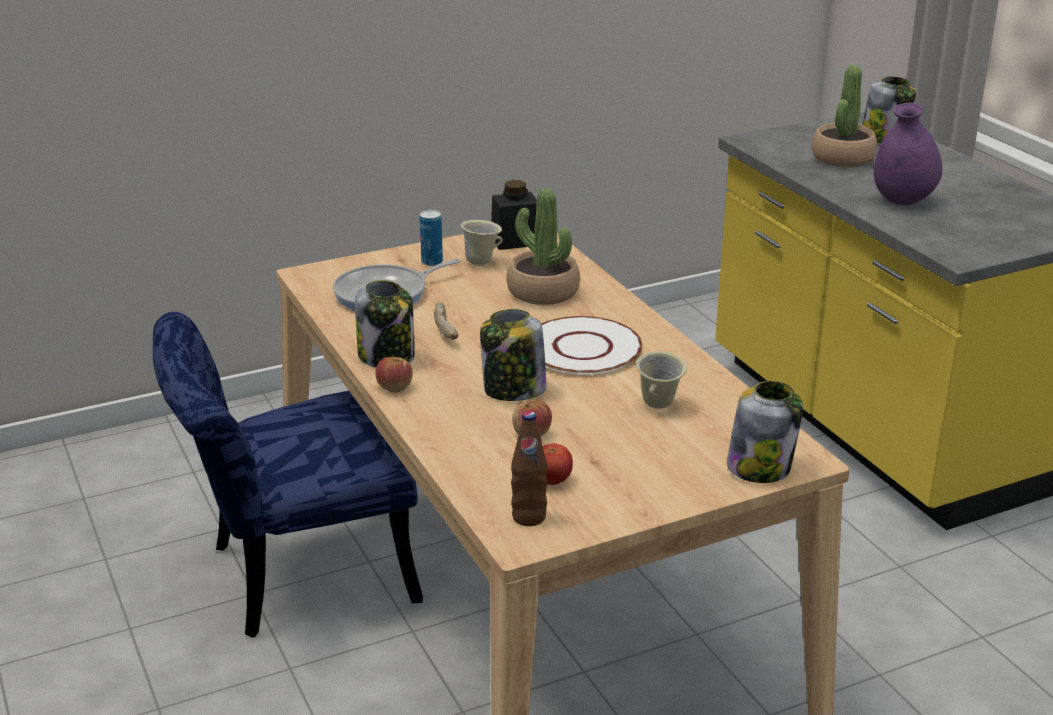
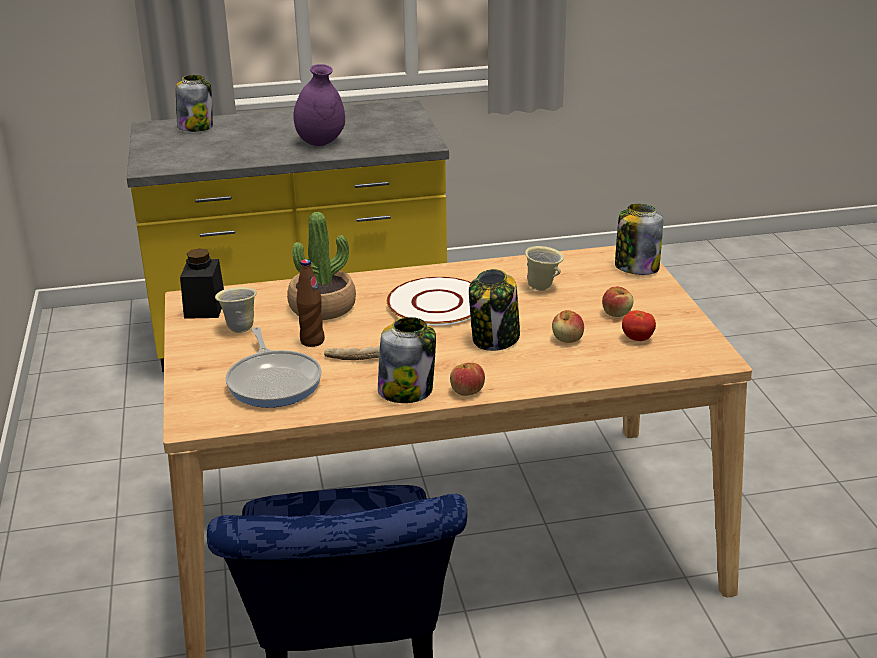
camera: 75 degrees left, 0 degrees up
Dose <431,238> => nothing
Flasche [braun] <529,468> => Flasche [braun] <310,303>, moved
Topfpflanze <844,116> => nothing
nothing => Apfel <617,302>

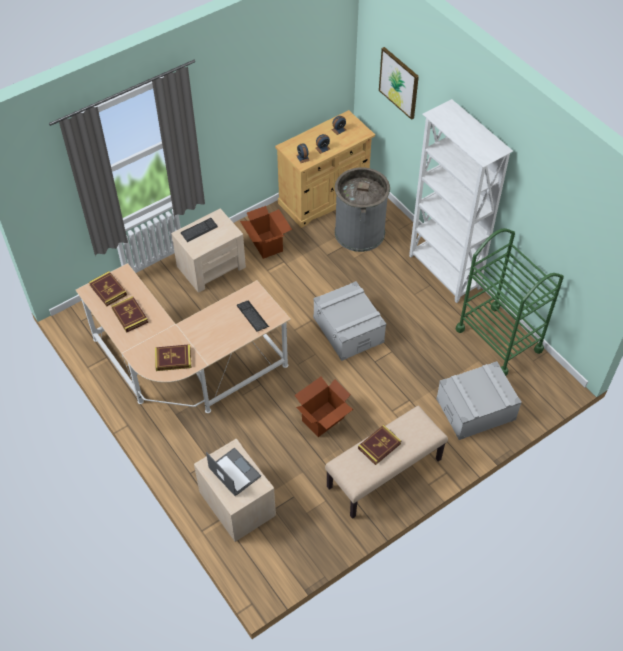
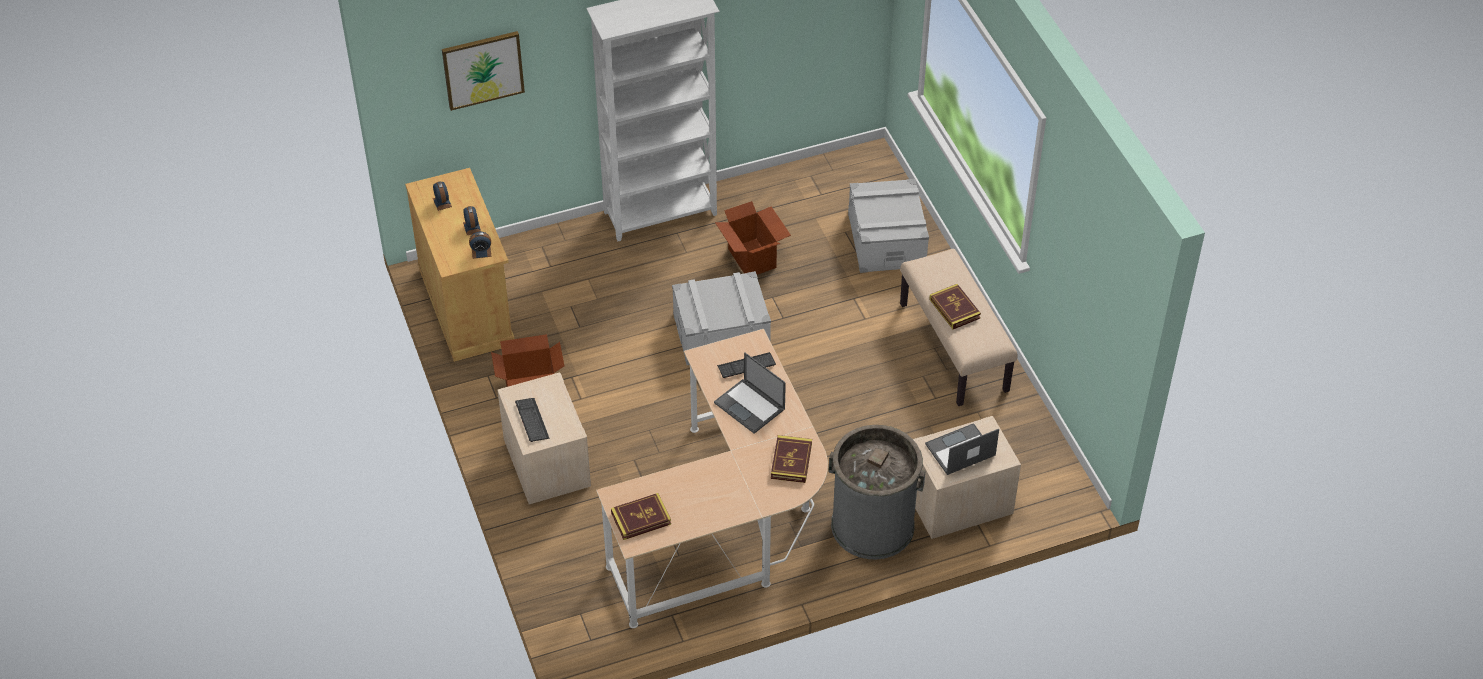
camera: 75 degrees left, 5 degrees down
Buch <129,314> => nothing
Karton <324,407> => Karton <753,238>, moved
Mülleimer [grau] <362,209> => Mülleimer [grau] <877,492>, moved
Rollwagen [grün] <510,302> => nothing
nothing => Laptop <750,393>

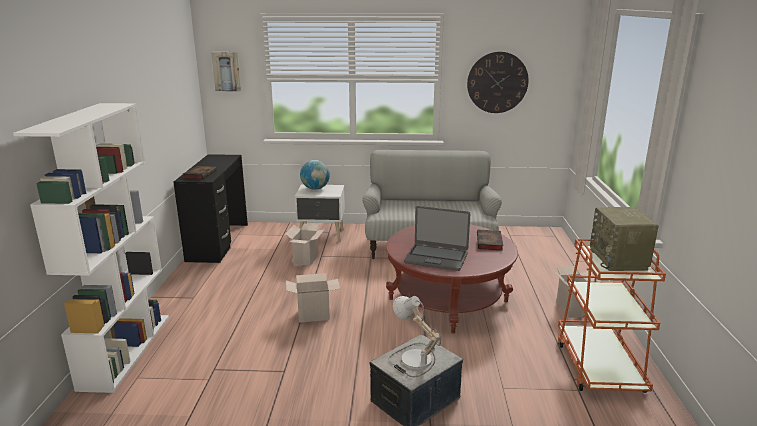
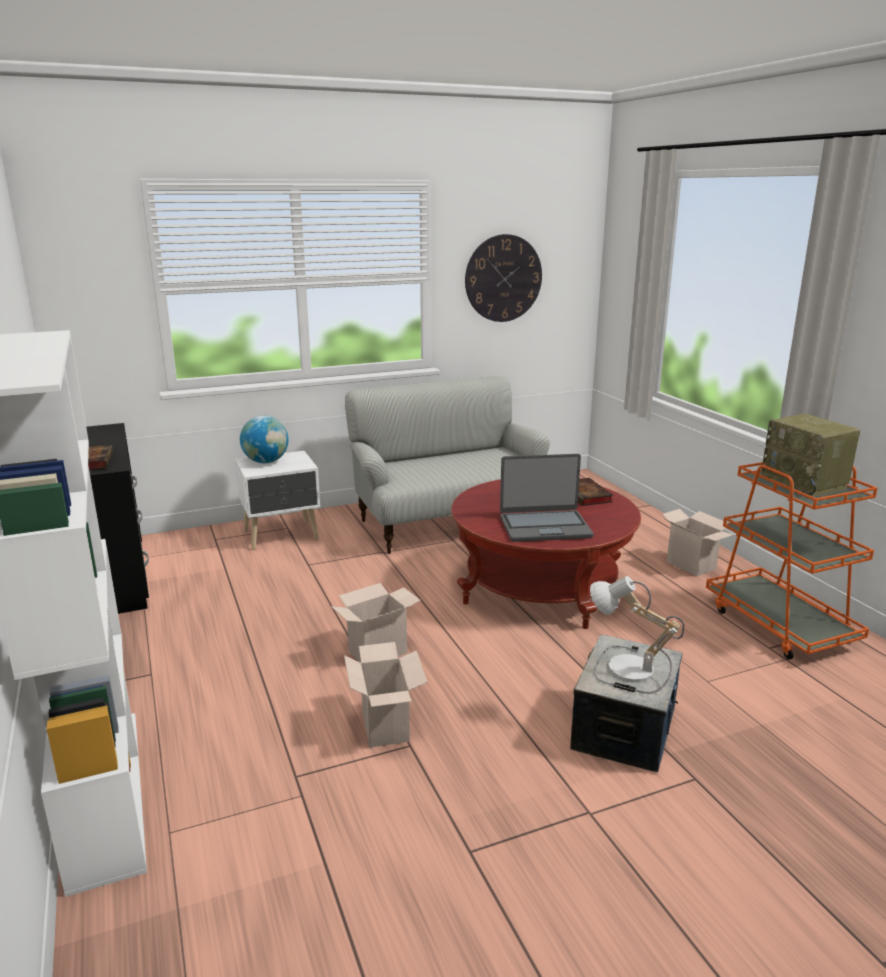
camera: 25 degrees left, 0 degrees up
Bild <226,71> => nothing
Karton <305,244> => Karton <386,694>, moved

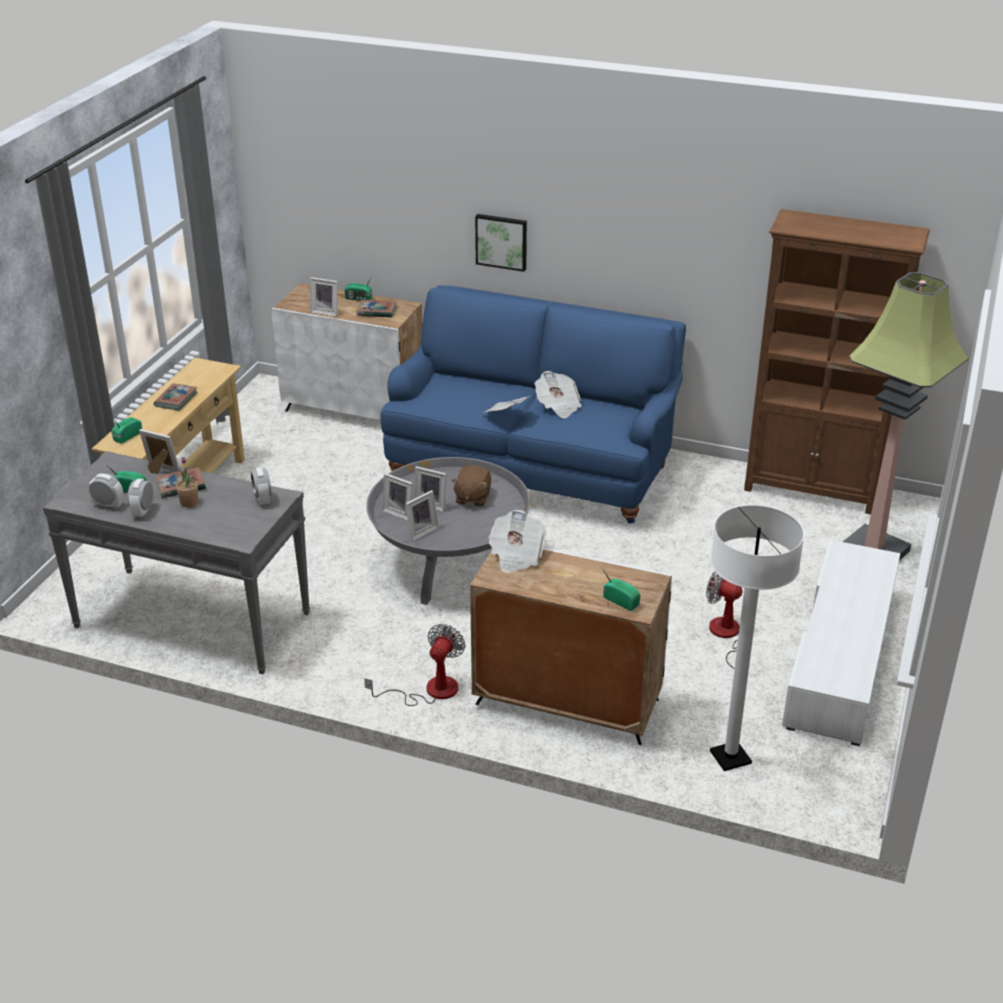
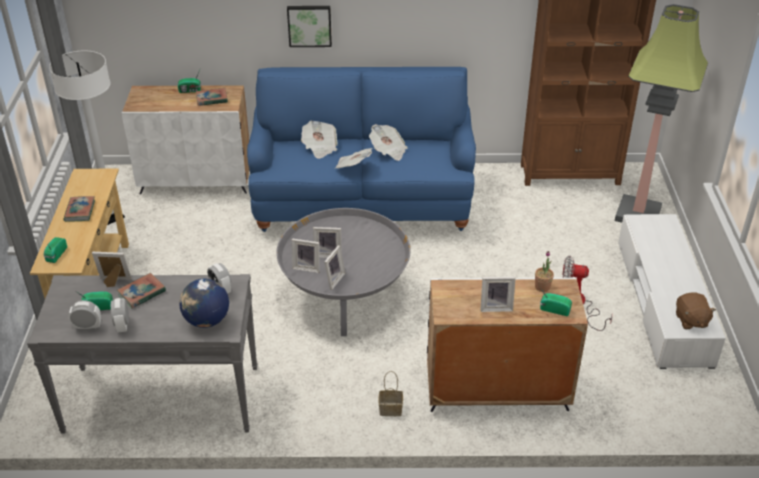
camera: 20 degrees left, 5 degrees up
Topfpflanze <187,482> => Topfpflanze <544,271>, moved
Bilderrahmen <324,297> => Bilderrahmen <498,294>, moved
Ventilator <414,665> => Korb <390,393>
Plüschtier [braun] <471,486> => Plüschtier [braun] <696,310>, moved
Zeitung <517,541> => Zeitung <319,140>, moved
Stehlampe [weiß] <757,638> => Stehlampe [weiß] <87,138>, moved
nothing => Globus <204,303>

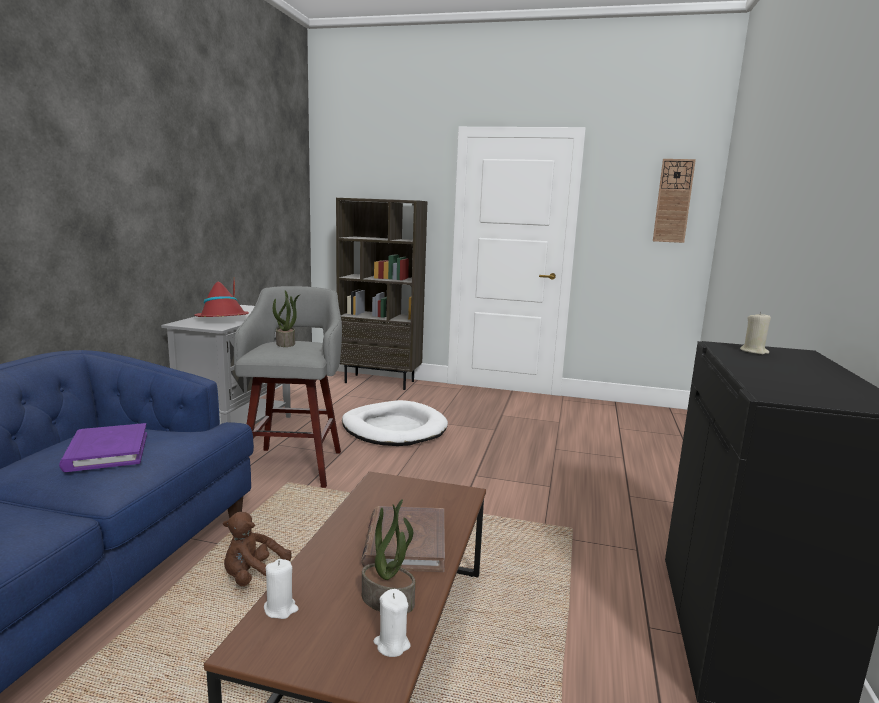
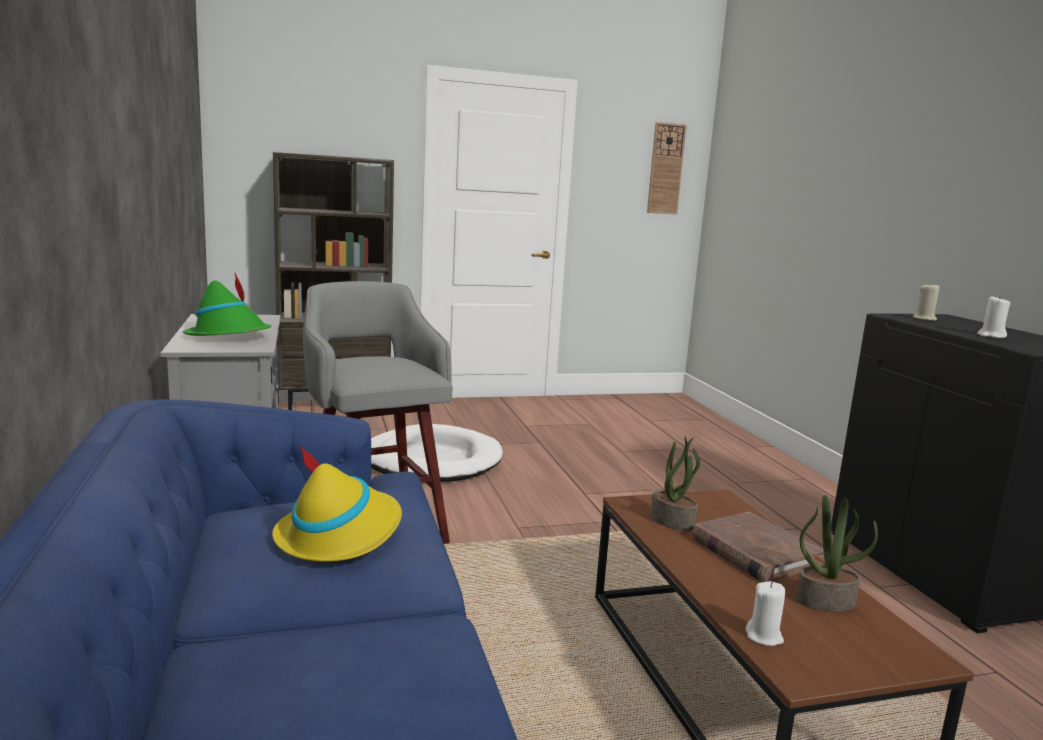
camera: 30 degrees left, 0 degrees up
Buch [lila] <103,447> => Hut [gelb] <337,503>
Hut [rot] <221,299> => Hut [grün] <227,304>
Plüschtier [braun] <257,549> => nothing
Topfpflanze <286,318> => Topfpflanze <675,483>, moved
Kerze [weiß] <391,623> => Kerze [weiß] <993,316>, moved

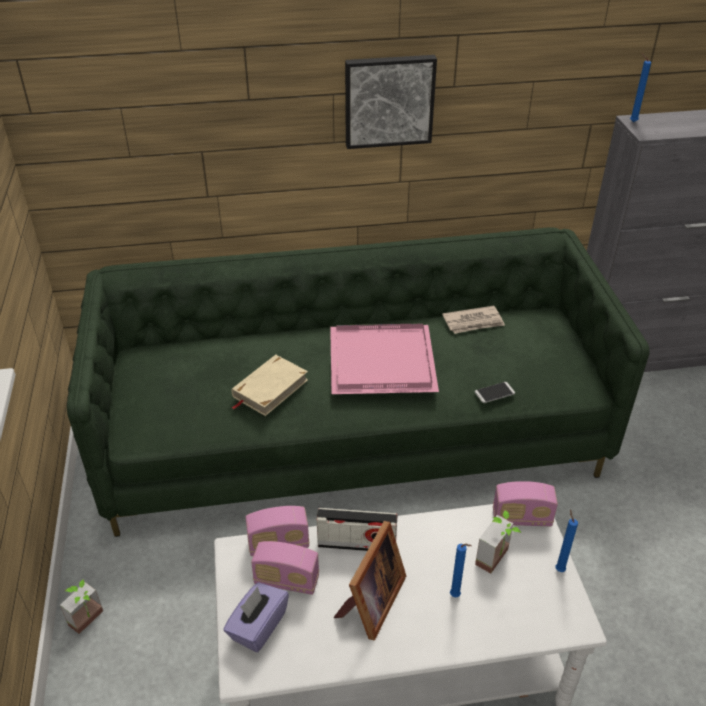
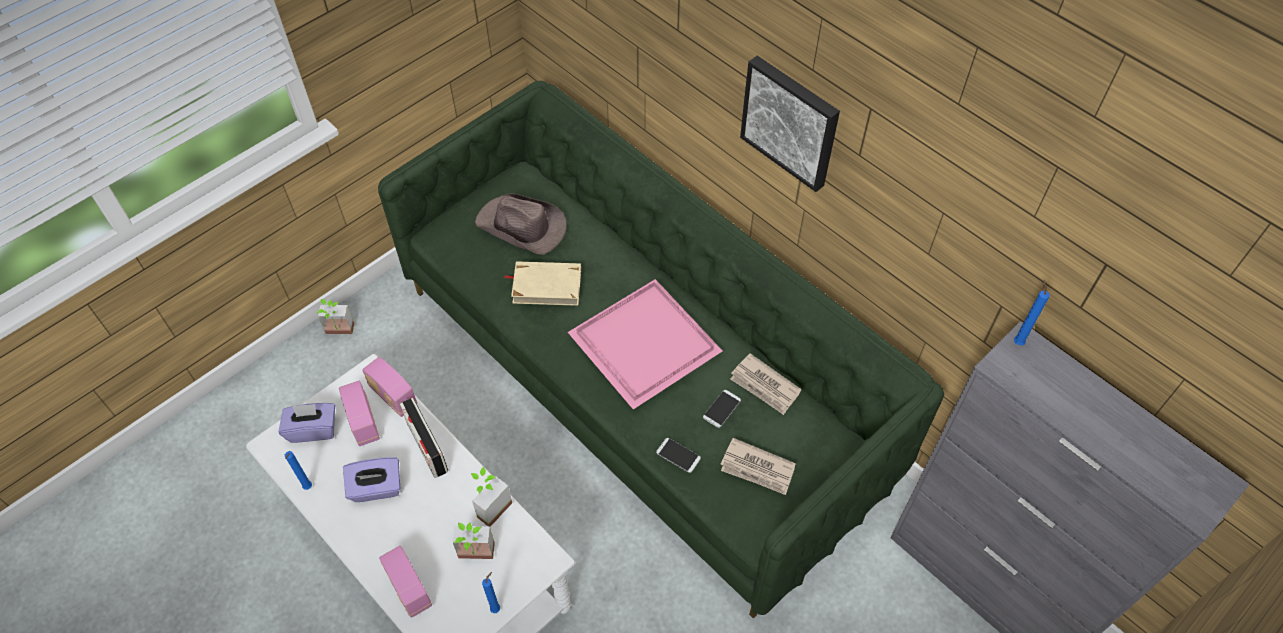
camera: 55 degrees right, 15 degrees up
Bilderrahmen <370,581> => Taschentuchbox [lila] <371,479>
Kerze [blau] <461,571> => Kerze [blau] <298,470>, moved
Radio <525,503> => Radio <405,582>, moved
nothing => Topfpflanze <491,497>
nothing => Hut [braun] <521,224>
nothing => Handy <722,409>
nothing => Zeitung <758,466>

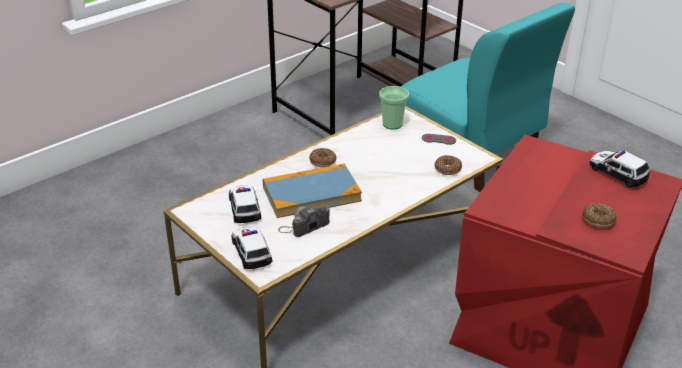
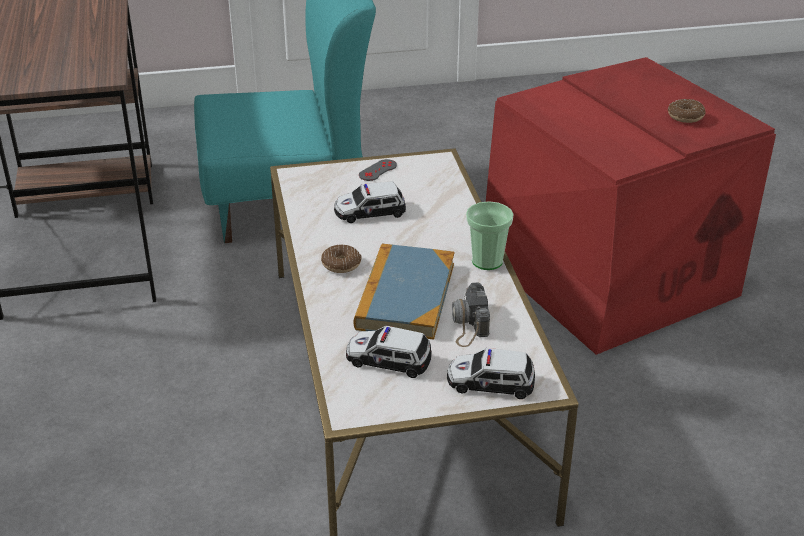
camera: 60 degrees left, 0 degrees up
Tasse <394,108> => Tasse <490,235>, moved
Donut <448,165> => nothing
Spielzeugauto <620,169> => Spielzeugauto <370,202>, moved

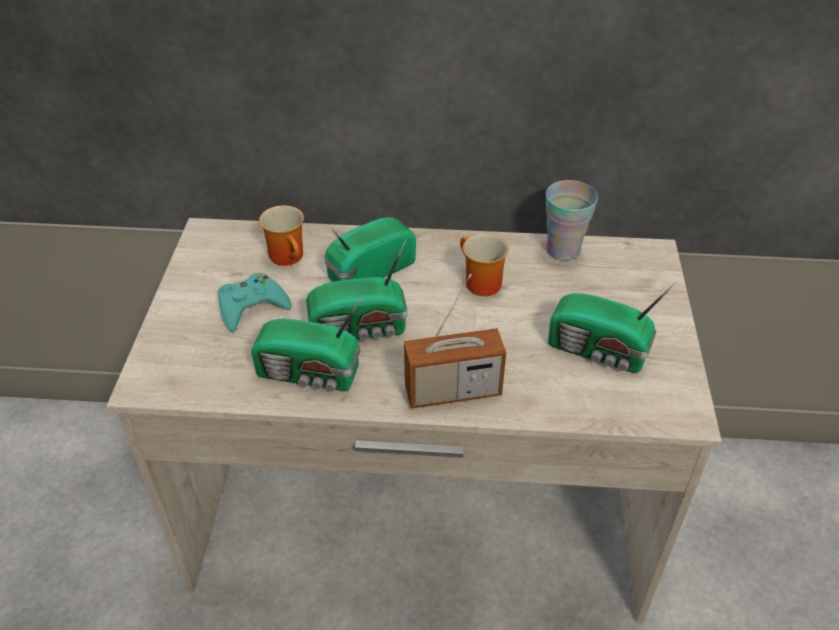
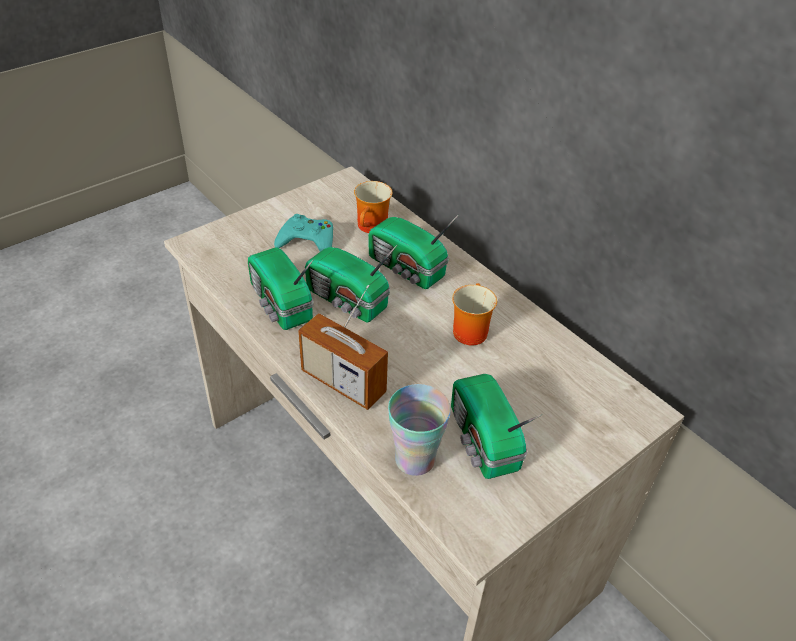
camera: 45 degrees right, 0 degrees up
Radio <370,249> => Radio <413,252>, 150 degrees counterclockwise
Tasse <572,220> => Tasse <419,430>, moved

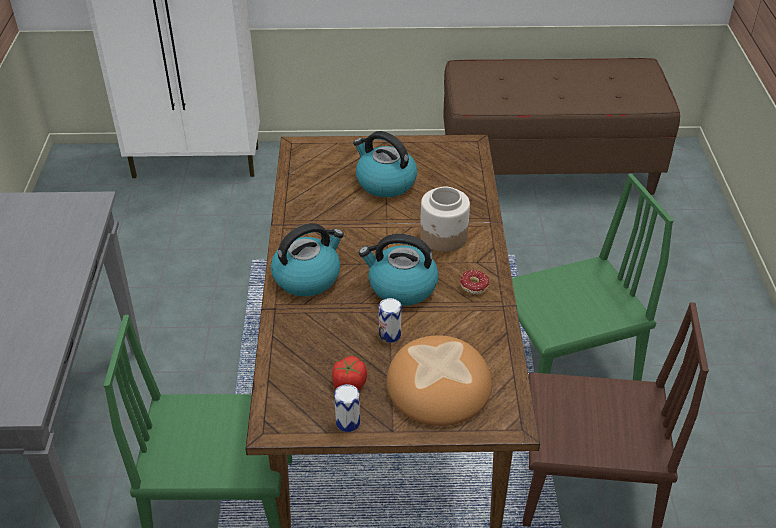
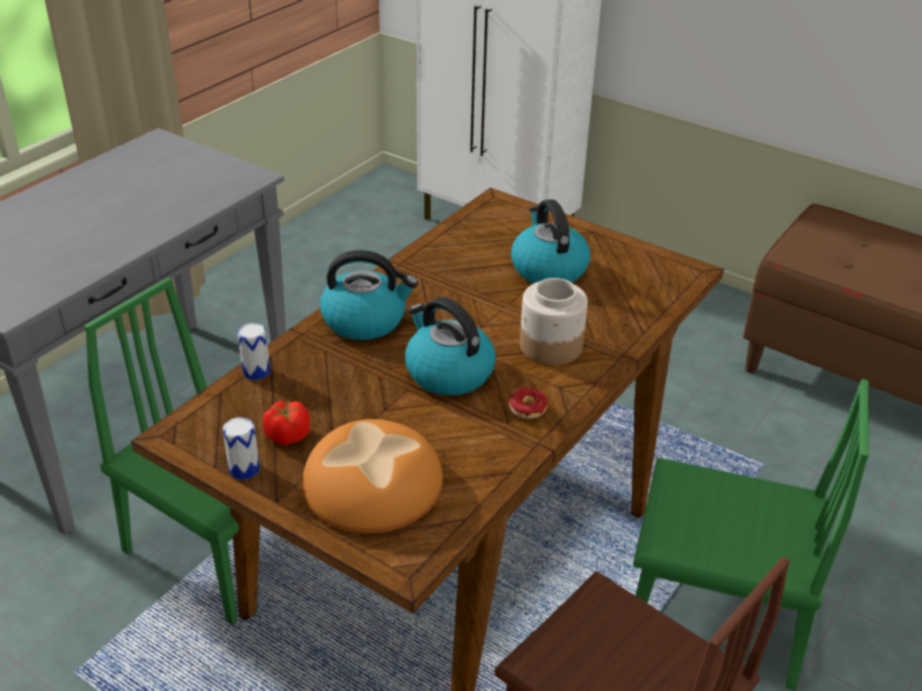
camera: 35 degrees right, 5 degrees down
Dose <390,320> => Dose <253,351>, moved

